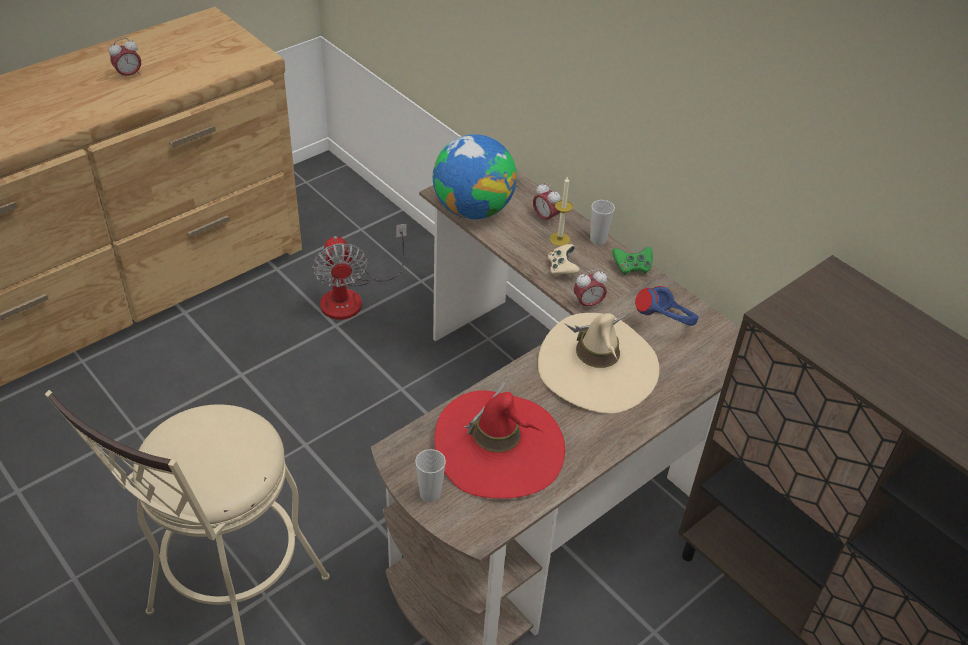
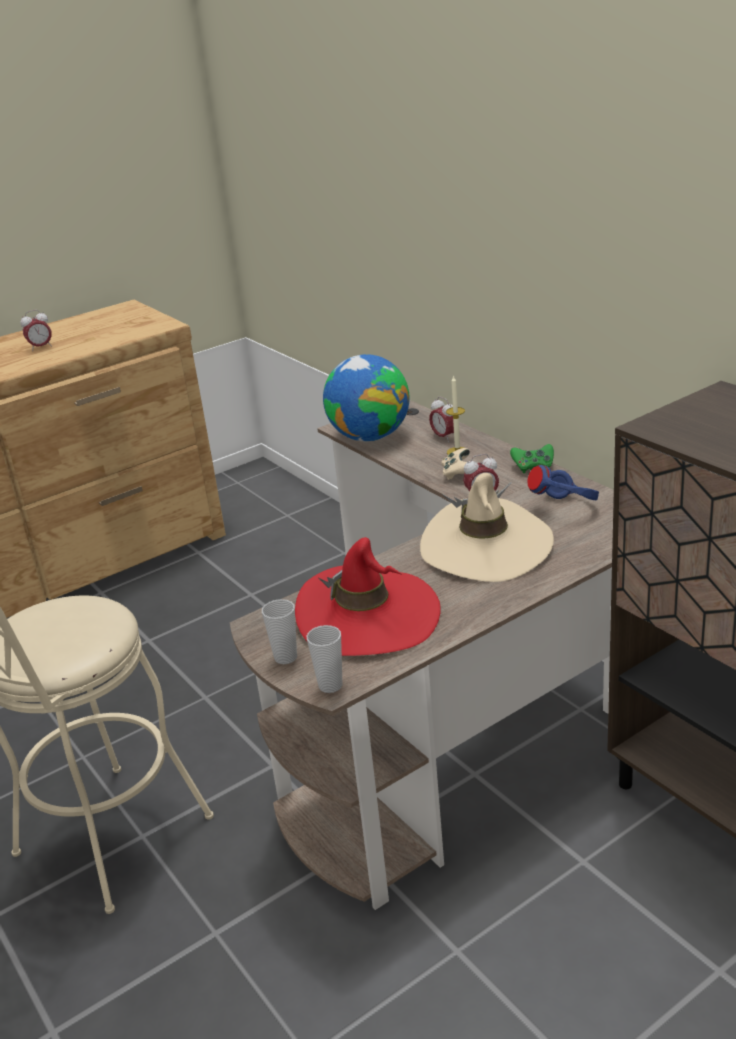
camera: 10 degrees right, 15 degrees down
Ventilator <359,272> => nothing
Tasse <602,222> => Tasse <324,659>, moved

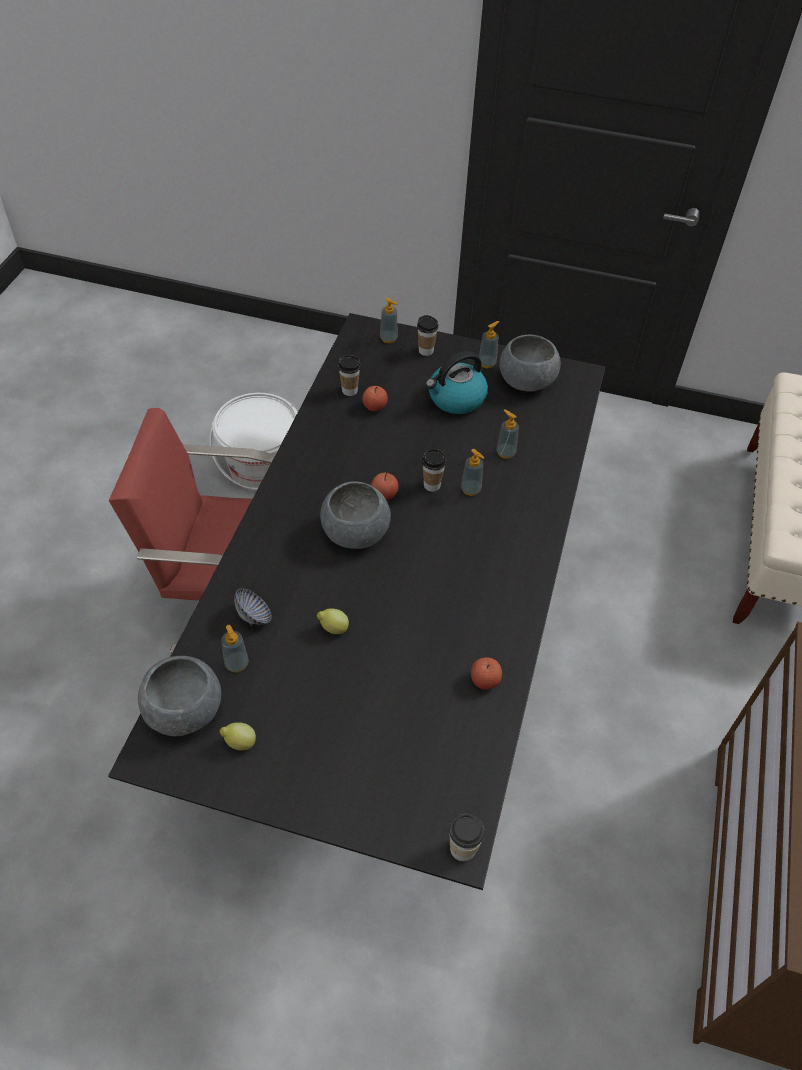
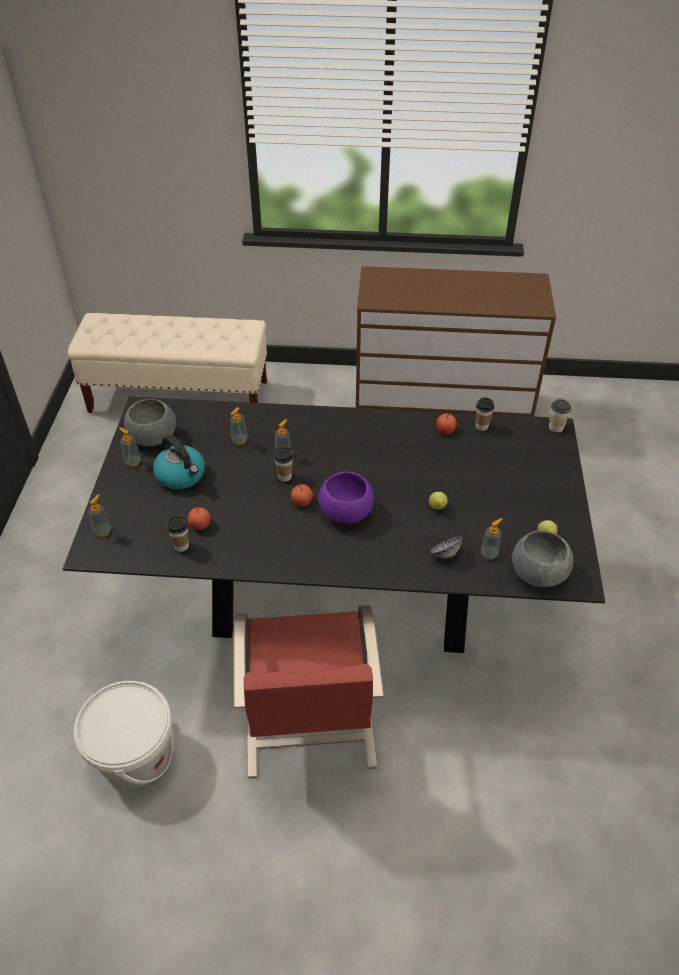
camera: 100 degrees left, 5 degrees down
Schüssel [grau] <355,515> => Schüssel [lila] <346,497>
Tasse <428,335> => Tasse <485,414>, moved

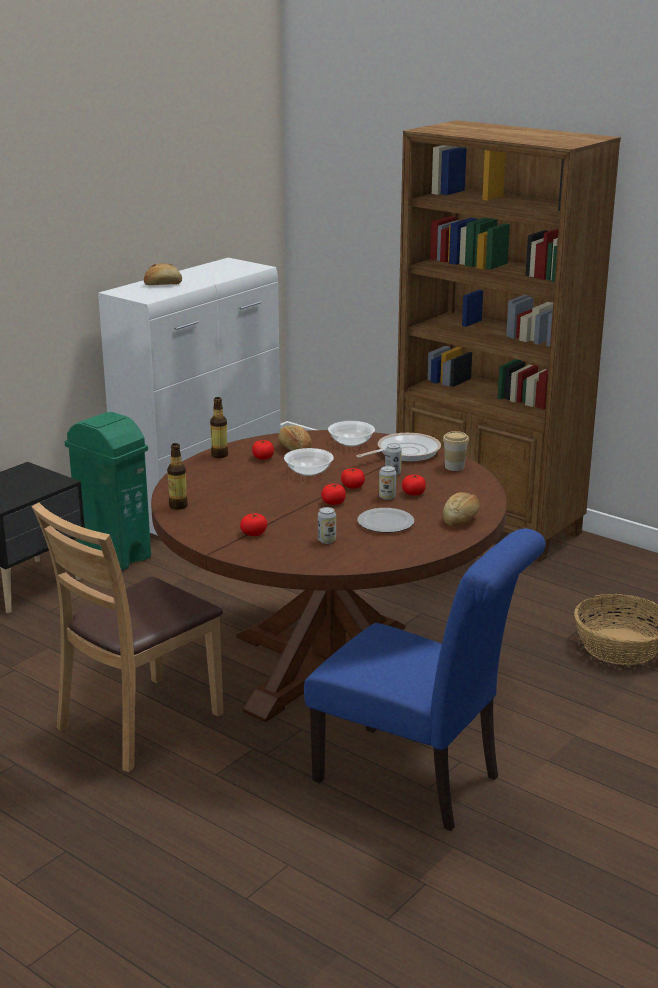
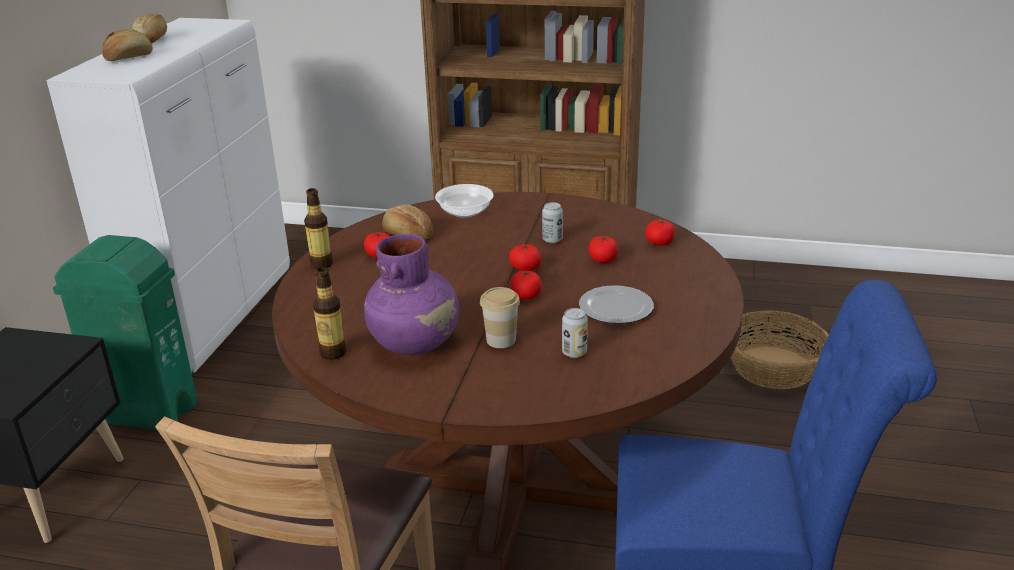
camera: 25 degrees left, 5 degrees up
Tomate <253,524> => Tomate <660,232>, moved
Schüssel <309,462> => nothing
Pfanne <398,447> => nothing
Dose <387,483> => nothing
Tasse <456,451> => Tasse <500,317>, moved
Brot <461,509> => Brot <149,28>, moved
nothing => Vase [lila] <411,294>

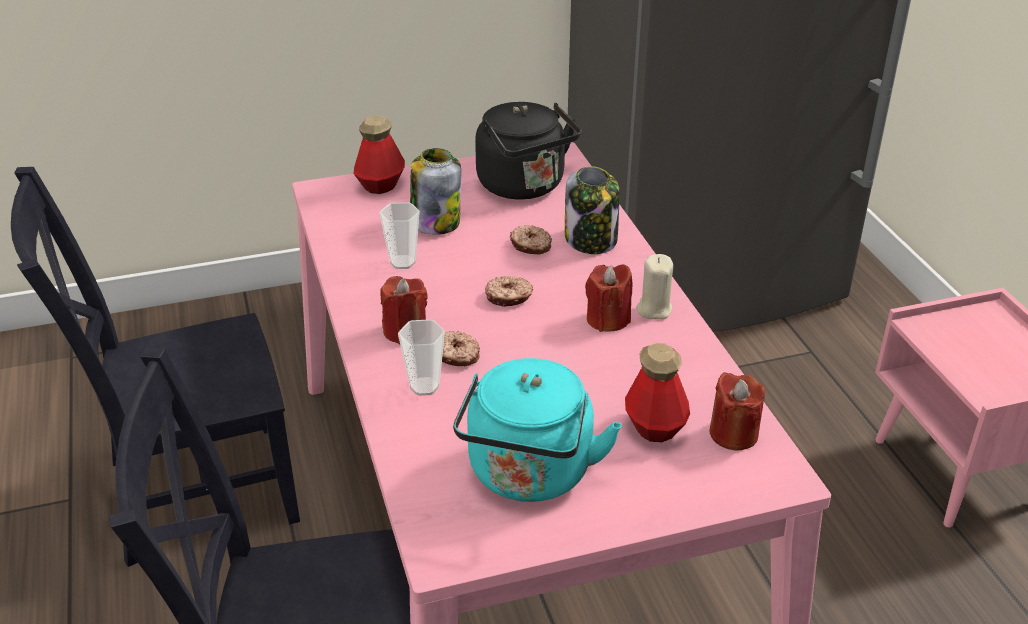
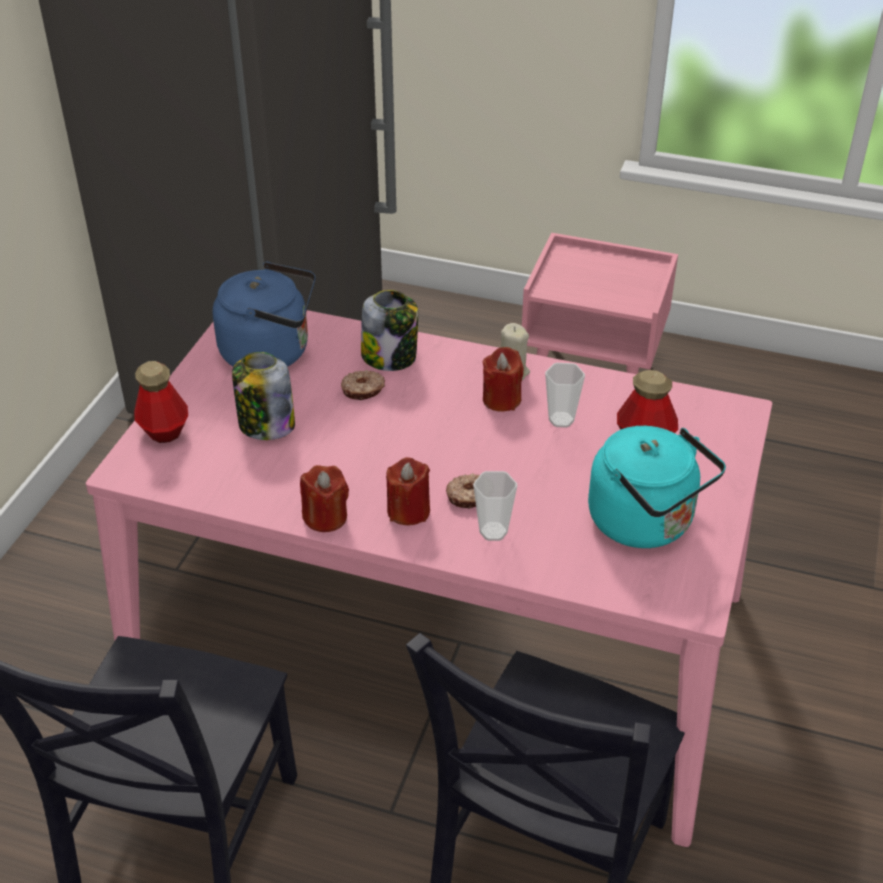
camera: 55 degrees left, 5 degrees up
Tasse <399,235> => Tasse <565,395>, moved
Wasserkessel [schwarz] <528,150> => Wasserkessel [blau] <264,314>
Donut <509,291> => nothing
Kerze [rot] <737,411> => Kerze [rot] <324,498>, moved

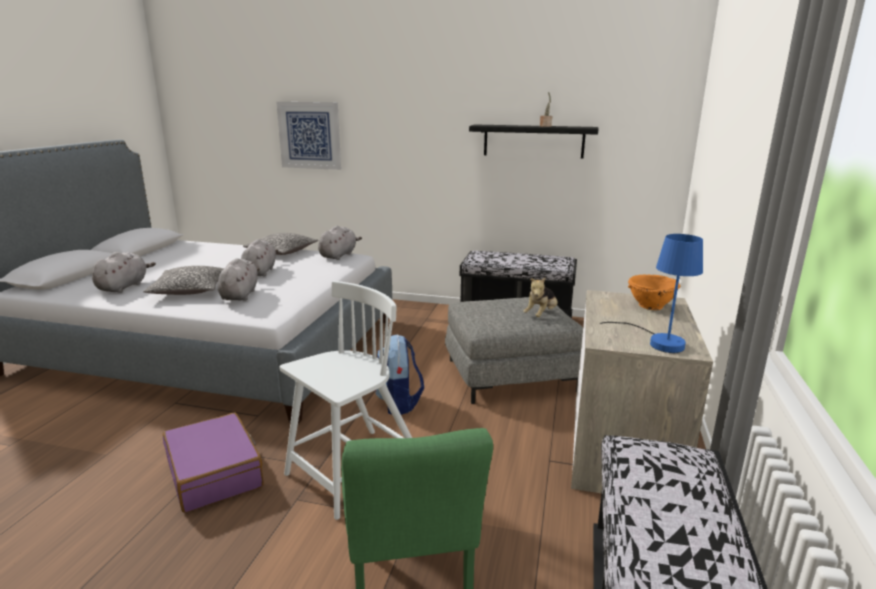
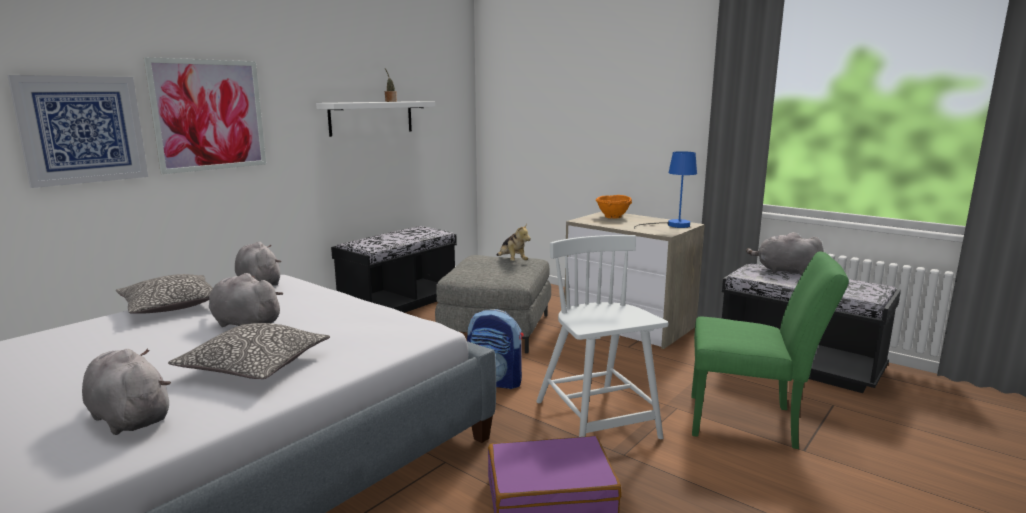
camera: 65 degrees left, 5 degrees down
Plüschtier [grau] <238,279> => Plüschtier [grau] <785,253>, moved
Wandregal [schwarz] <534,141> => Wandregal [weiß] <375,119>
nothing => Bild <205,115>

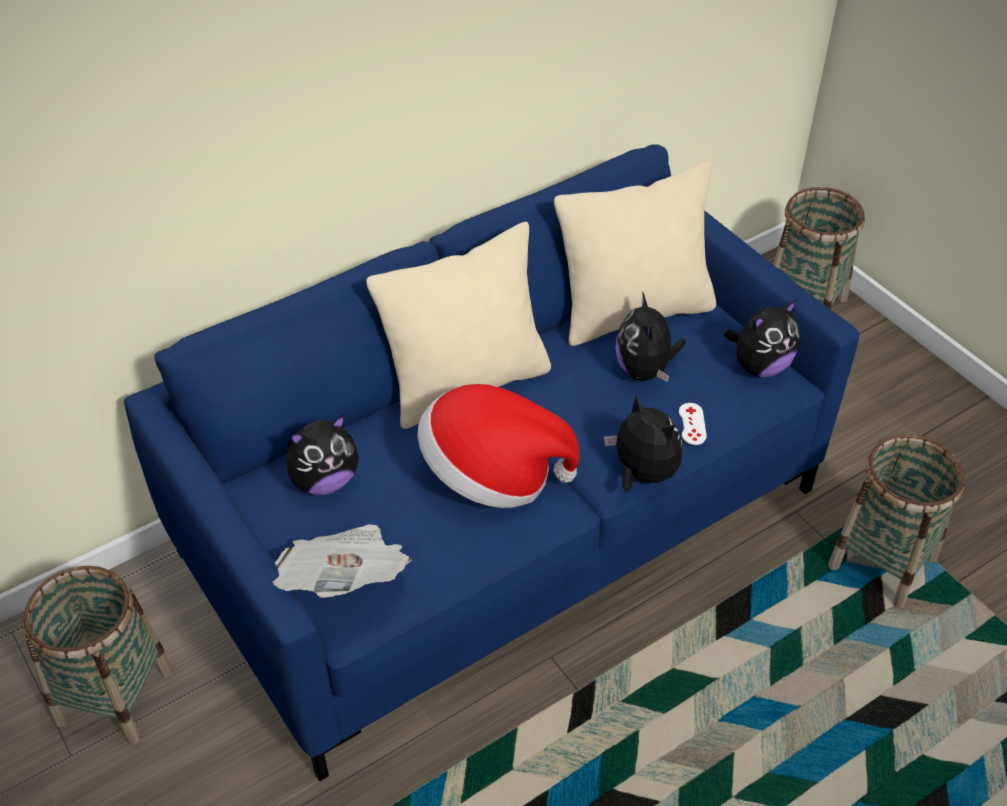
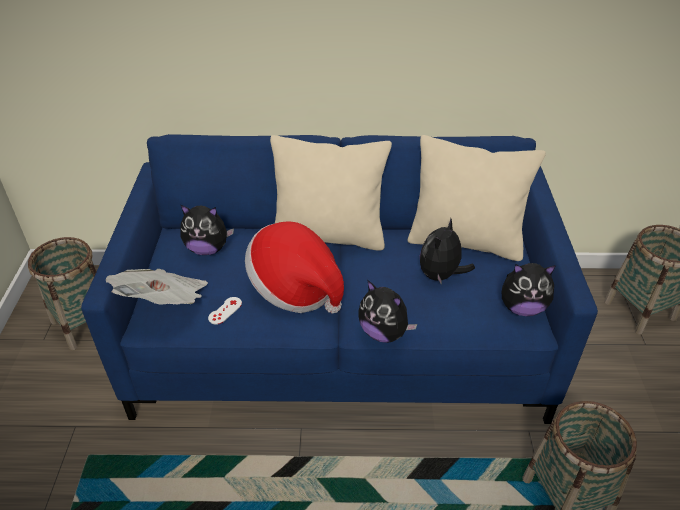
camera: 35 degrees right, 5 degrees down
Plüschtier <643,443> => Plüschtier <387,311>, 135 degrees clockwise
Gamepad [weiß] <693,424> => Gamepad [weiß] <225,310>, moved

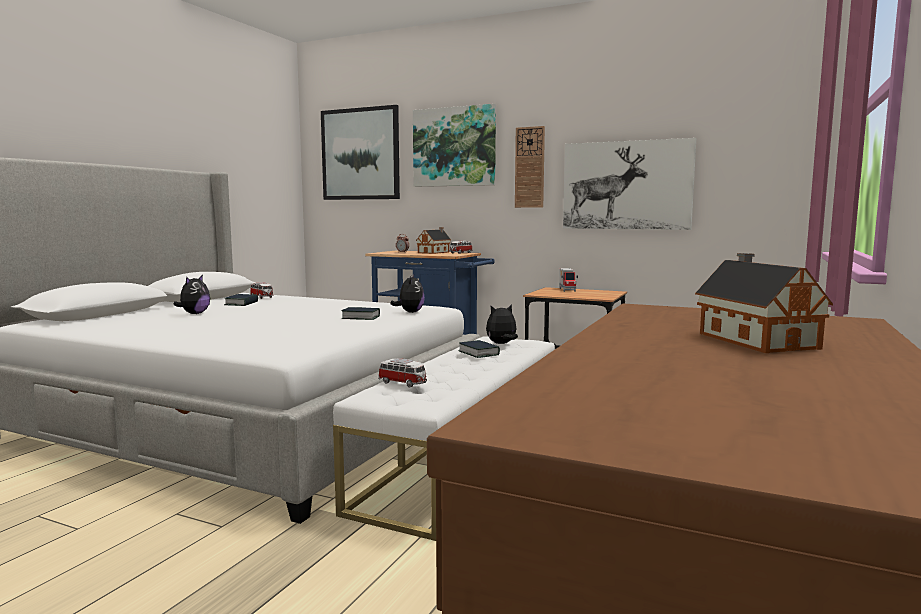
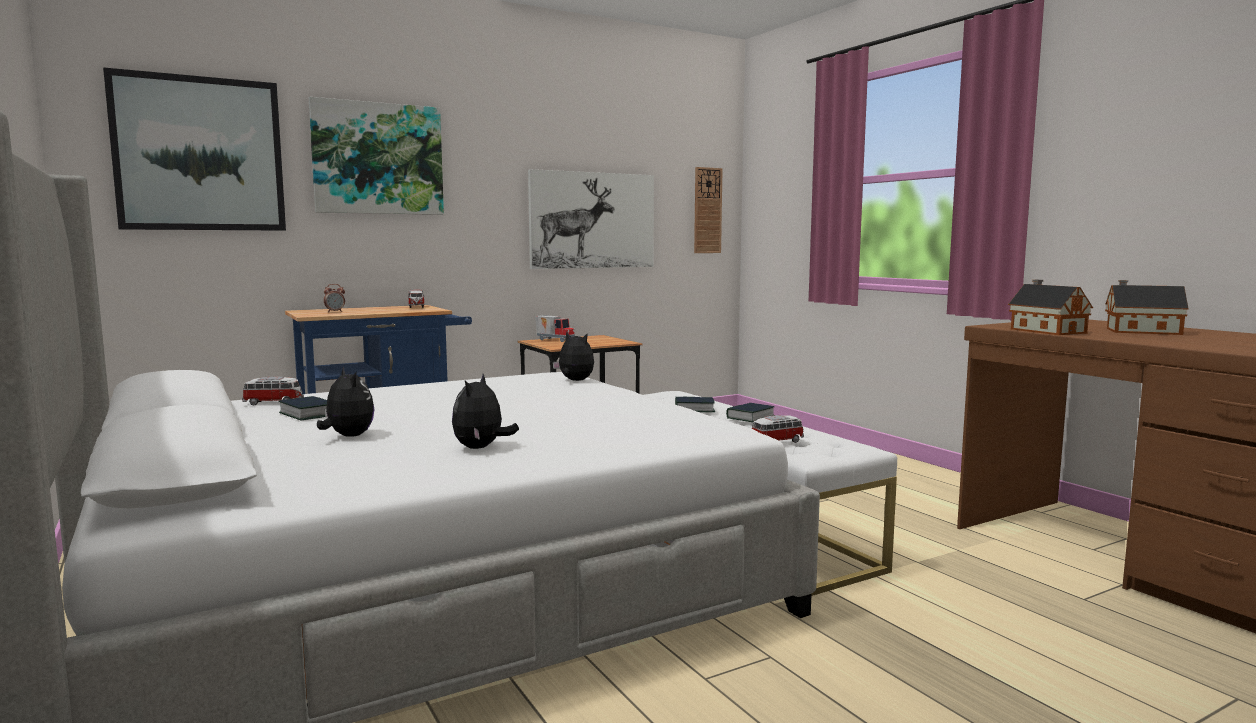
camera: 55 degrees left, 0 degrees up
Buch <360,313> => Buch <750,412>, moved
Spielzeughaus <433,240> => Spielzeughaus <1050,307>, moved
Plüschtier <502,324> => Plüschtier <485,411>, moved
Wanduhr <530,167> => Wanduhr <708,210>, moved

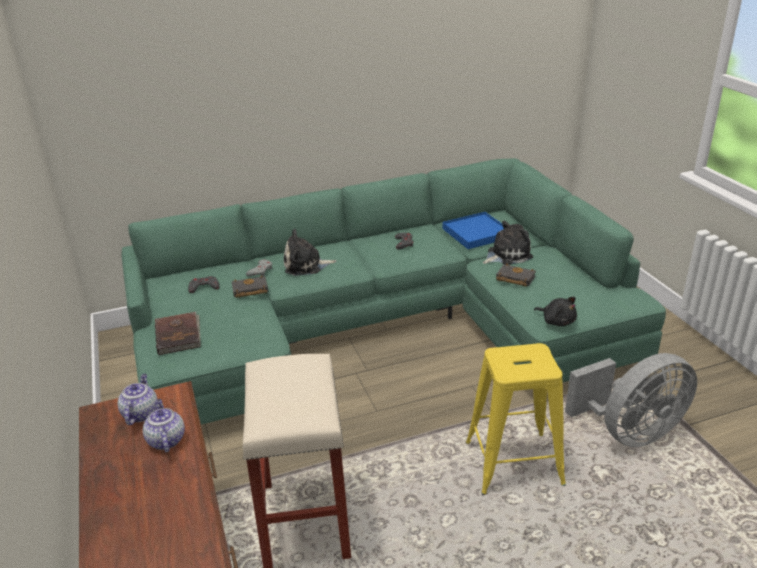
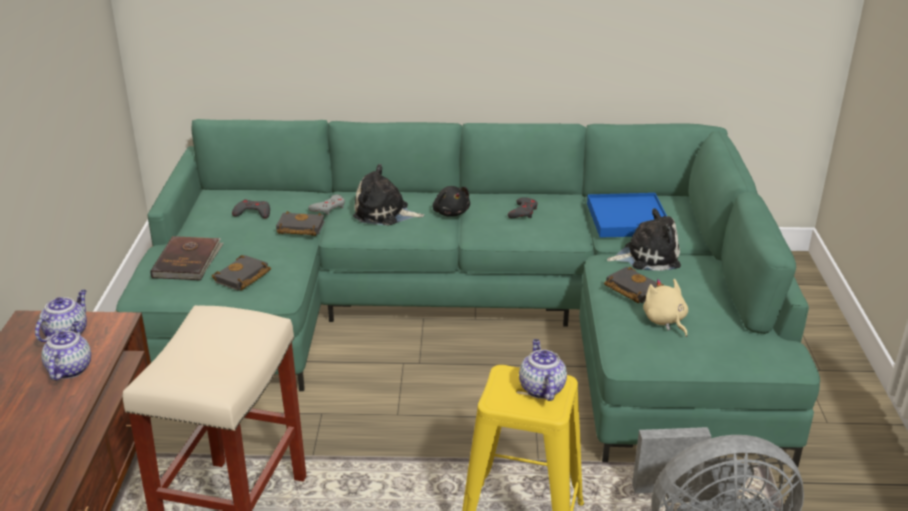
camera: 20 degrees right, 0 degrees up
Plüschtier [schwarz] <555,311> => Plüschtier [schwarz] <451,201>, moved
nothing => Buch [schwarz] <241,273>
nothing => Teekanne <543,370>
nothing => Plüschtier [beige] <665,308>

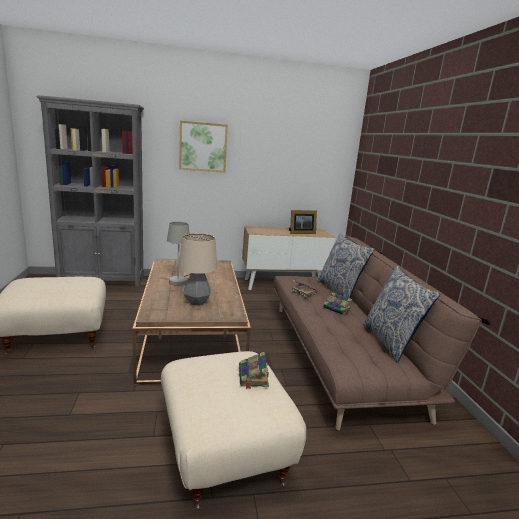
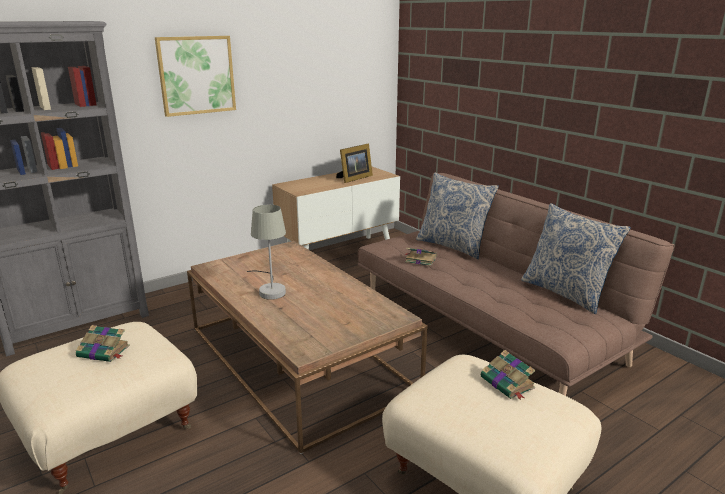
camera: 25 degrees left, 5 degrees up
Tischlampe <197,269> => nothing
Buch <337,304> => Buch <103,343>, moved

